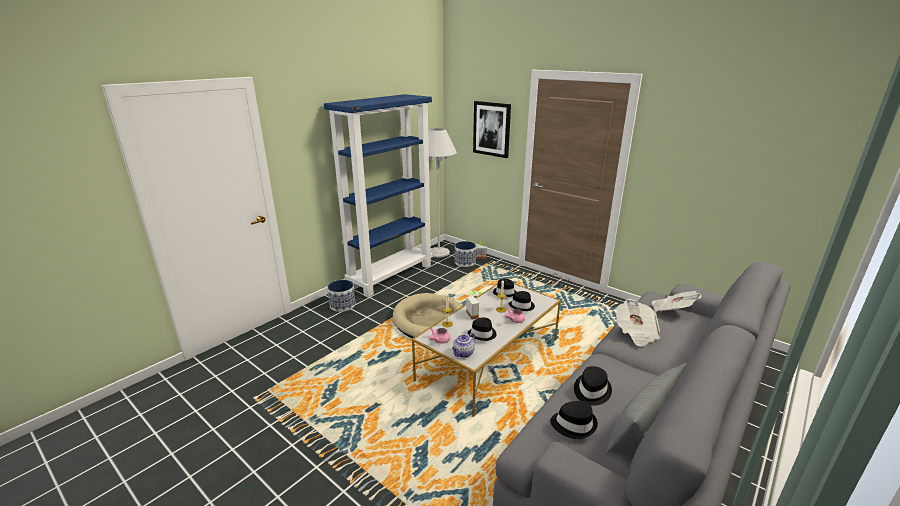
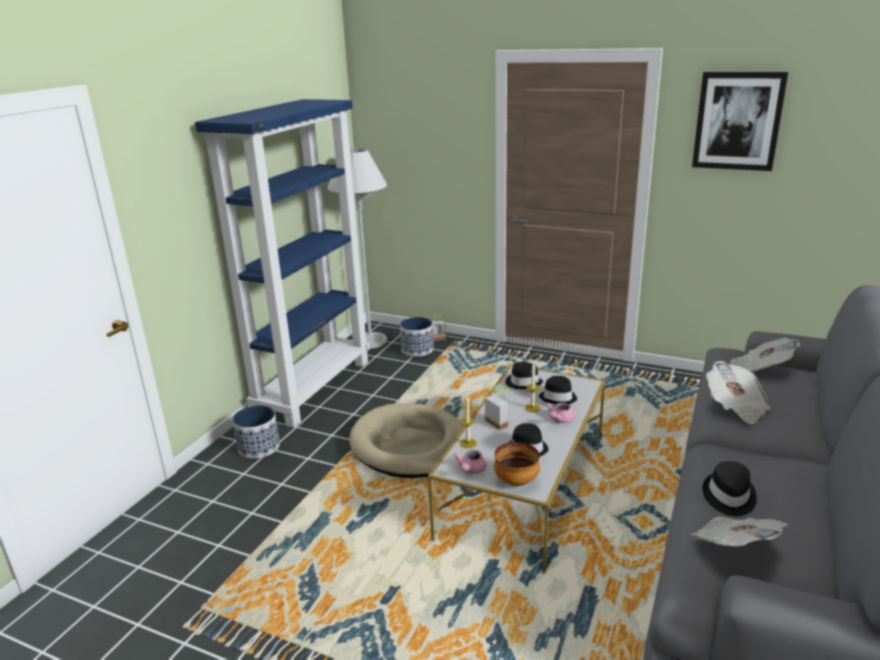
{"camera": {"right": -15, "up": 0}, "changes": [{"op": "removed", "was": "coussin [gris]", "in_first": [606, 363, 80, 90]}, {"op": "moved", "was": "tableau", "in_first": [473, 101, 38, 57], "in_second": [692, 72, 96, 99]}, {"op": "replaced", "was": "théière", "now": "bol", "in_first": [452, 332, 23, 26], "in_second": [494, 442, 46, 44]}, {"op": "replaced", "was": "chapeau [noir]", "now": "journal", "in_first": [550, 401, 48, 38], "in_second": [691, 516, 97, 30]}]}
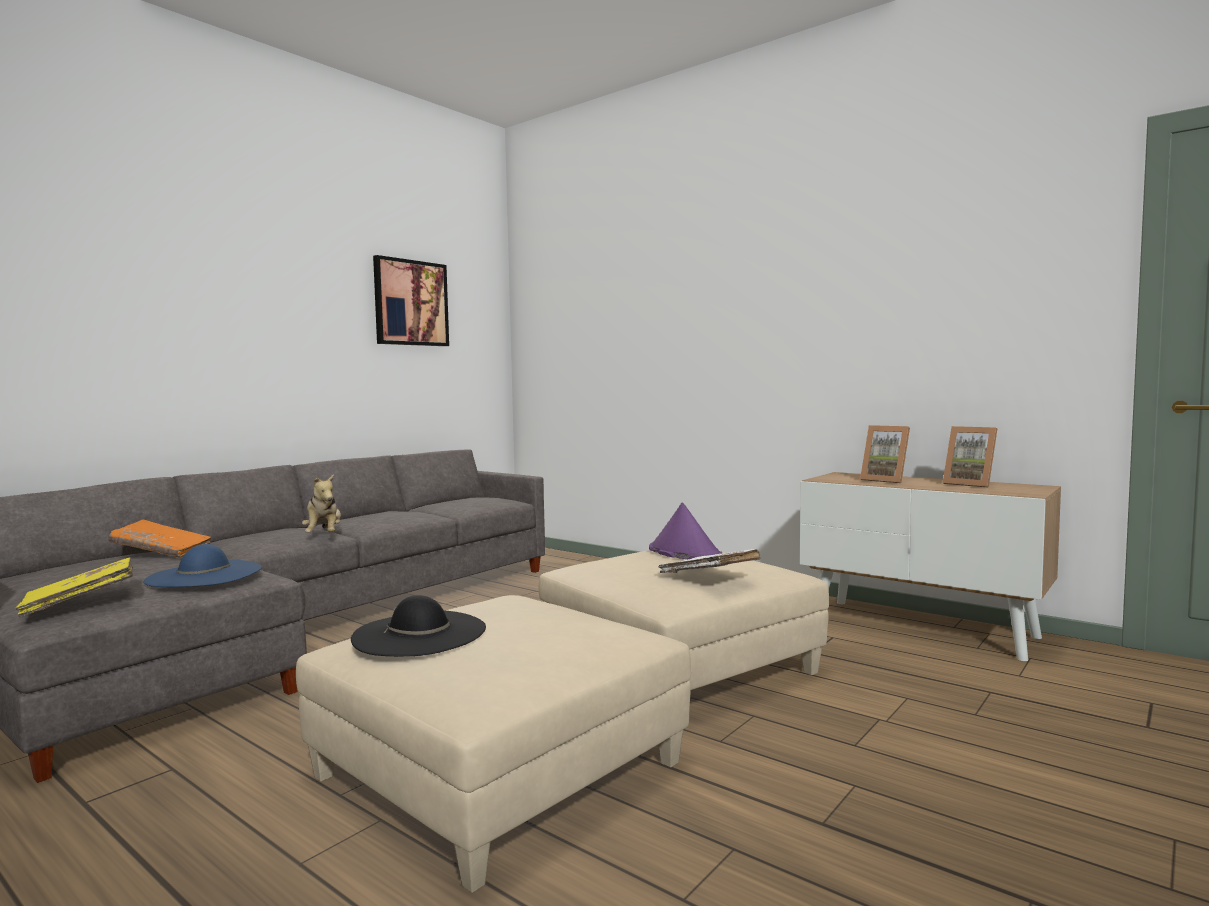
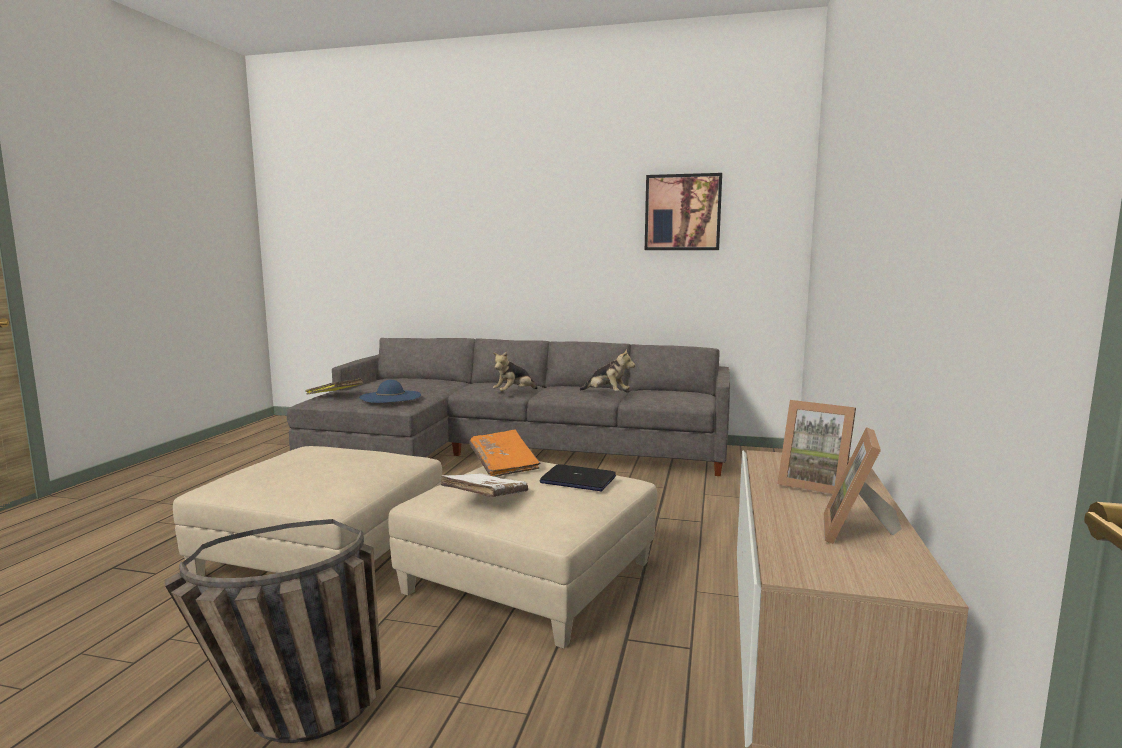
{"camera": {"right": 65, "up": 5}, "changes": [{"op": "removed", "was": "chapeau [noir]", "in_first": [351, 595, 135, 61]}, {"op": "added", "now": "panier", "in_second": [165, 519, 217, 224]}, {"op": "added", "now": "peluche", "in_second": [579, 349, 56, 42]}, {"op": "moved", "was": "livre [orange]", "in_first": [108, 520, 103, 38], "in_second": [469, 429, 71, 48]}, {"op": "replaced", "was": "chapeau [violet]", "now": "ordinateur portable", "in_first": [649, 502, 73, 57], "in_second": [540, 464, 76, 27]}, {"op": "turned", "was": "cadre photo", "in_first": [860, 425, 50, 58], "in_second": [777, 400, 79, 95], "clockwise": -75}]}
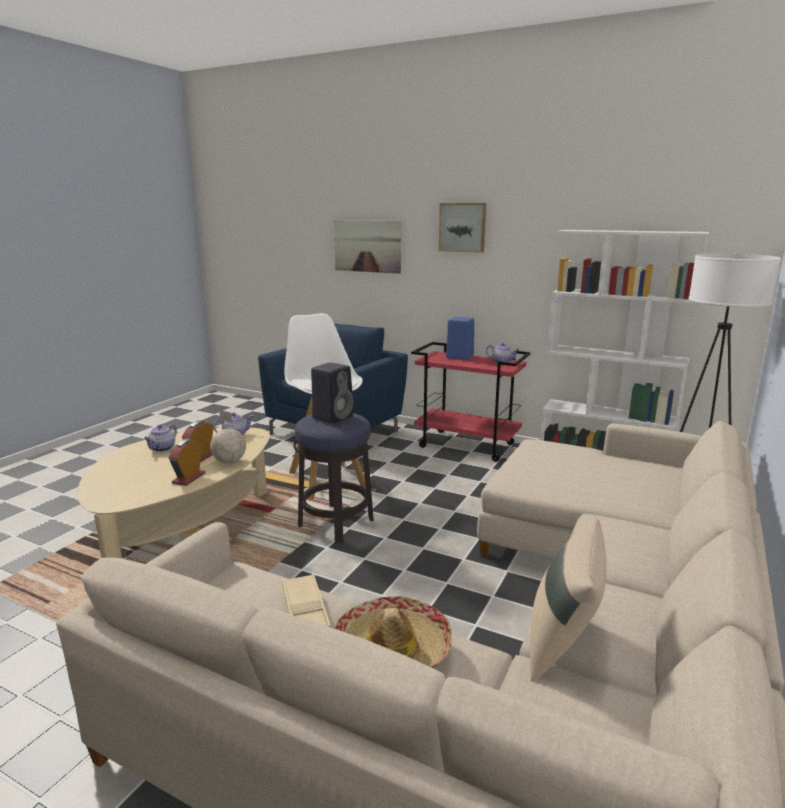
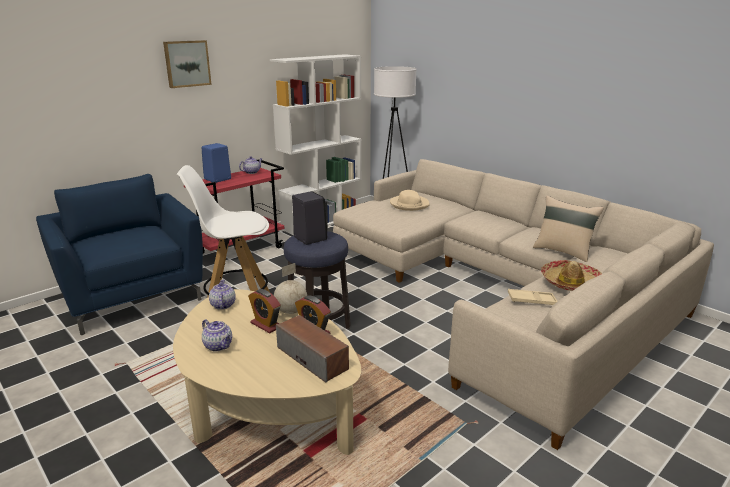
{"camera": {"right": -70, "up": 5}, "changes": [{"op": "removed", "was": "tableau", "in_first": [334, 220, 67, 54]}, {"op": "added", "now": "enceinte", "in_second": [276, 315, 73, 68]}, {"op": "added", "now": "chapeau [beige]", "in_second": [390, 190, 39, 21]}]}
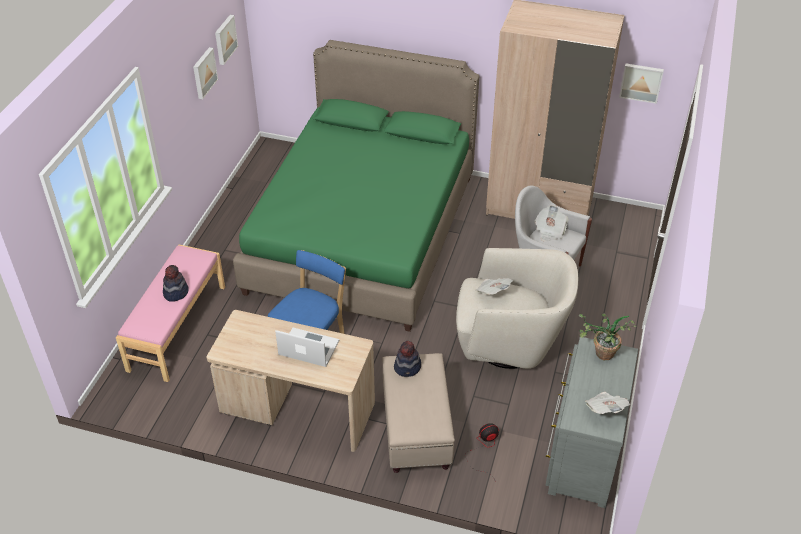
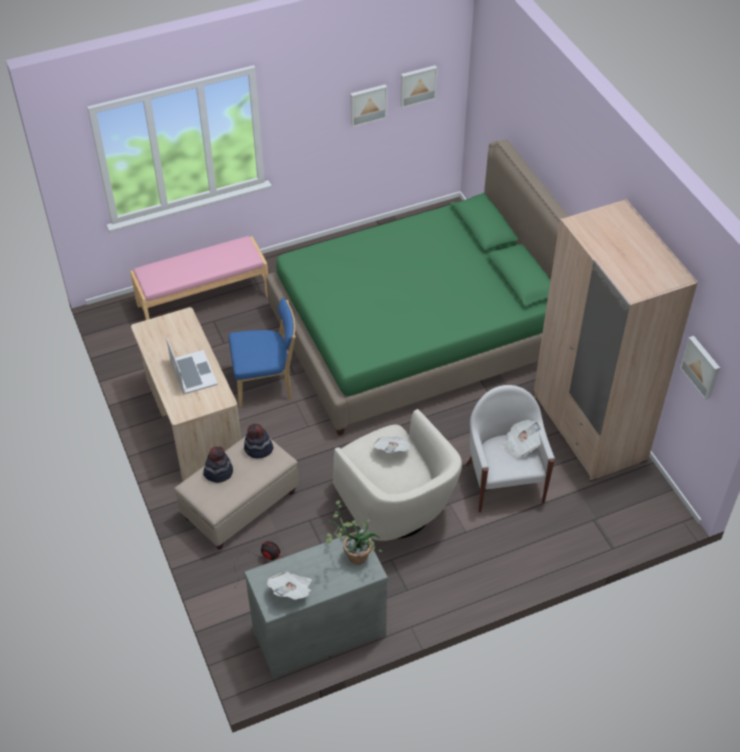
{"camera": {"right": 50, "up": 5}, "changes": [{"op": "moved", "was": "chapeau", "in_first": [163, 265, 26, 37], "in_second": [203, 446, 30, 37]}]}
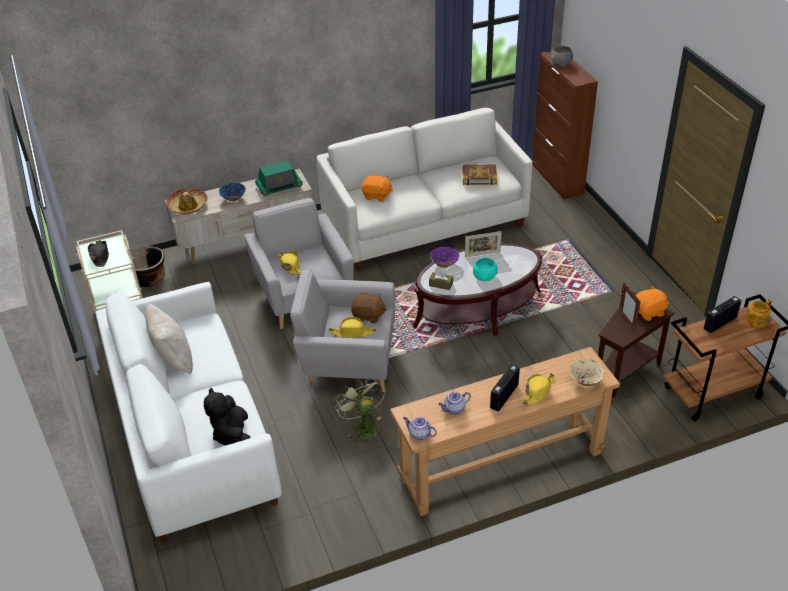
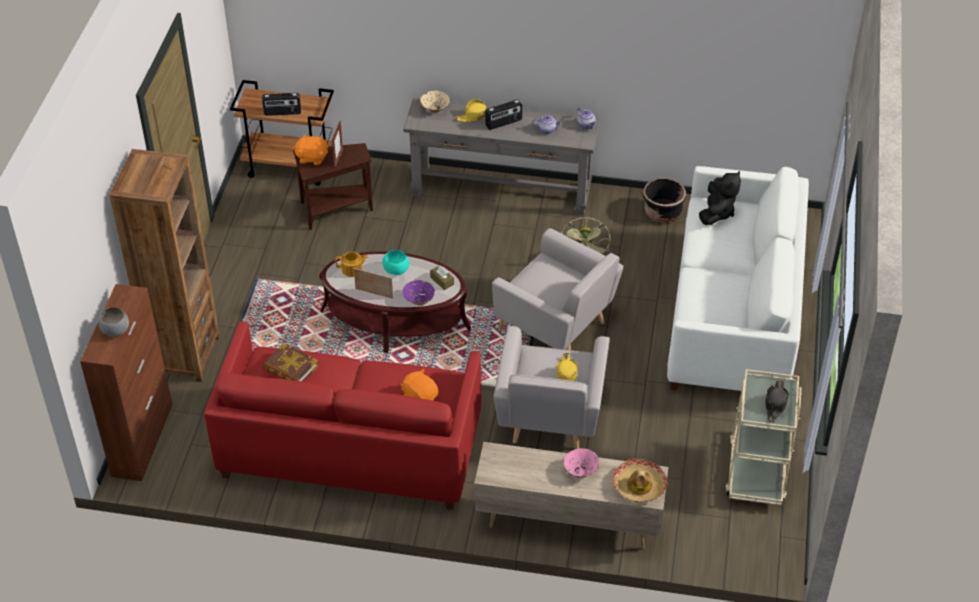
{"camera": {"right": -150, "up": 5}, "changes": [{"op": "removed", "was": "coussin [beige]", "in_first": [145, 304, 48, 70]}, {"op": "removed", "was": "radio", "in_first": [255, 160, 47, 36]}, {"op": "removed", "was": "chapeau [jaune]", "in_first": [329, 317, 47, 21]}, {"op": "removed", "was": "peluche [marron]", "in_first": [351, 293, 36, 30]}, {"op": "added", "now": "bibliothèque [marron]", "in_second": [109, 149, 111, 233]}, {"op": "moved", "was": "cache-pot [noir]", "in_first": [131, 246, 34, 41], "in_second": [642, 178, 44, 44]}, {"op": "moved", "was": "théière", "in_first": [746, 299, 26, 28], "in_second": [335, 252, 33, 25]}, {"op": "recoloured", "was": "bol [bleu]", "now": "bol [rose]", "in_first": [219, 182, 27, 19], "in_second": [564, 448, 36, 30]}, {"op": "recoloured", "was": "canapé [blanc]", "now": "canapé [rouge]", "in_first": [317, 108, 215, 163], "in_second": [204, 321, 277, 189]}, {"op": "recoloured", "was": "table console [marron]", "now": "table console [gris]", "in_first": [390, 347, 230, 169], "in_second": [403, 98, 197, 118]}]}
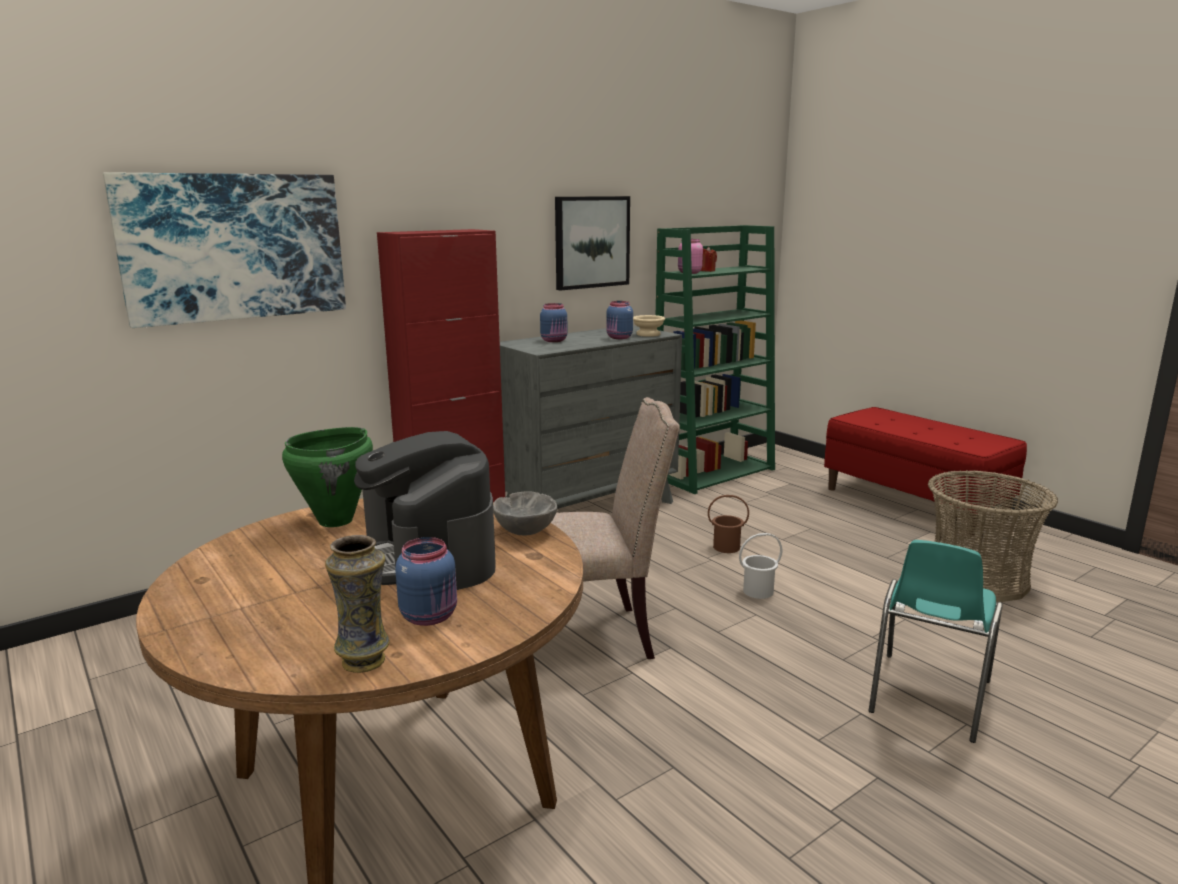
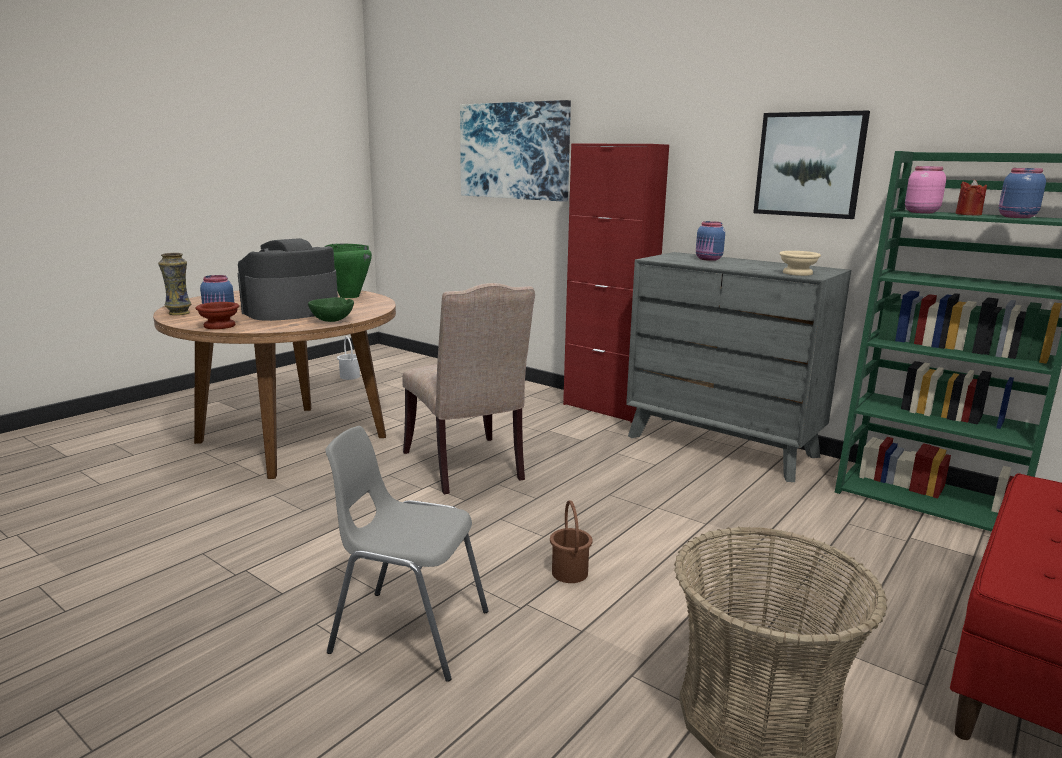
{"camera": {"right": 75, "up": 0}, "changes": [{"op": "added", "now": "bol [marron]", "in_second": [196, 302, 43, 27]}, {"op": "moved", "was": "bocal [bleu]", "in_first": [606, 301, 27, 38], "in_second": [999, 168, 47, 50]}, {"op": "moved", "was": "seau [marron]", "in_first": [708, 495, 41, 58], "in_second": [550, 500, 43, 83]}, {"op": "moved", "was": "seau [blanc]", "in_first": [739, 533, 43, 66], "in_second": [337, 336, 23, 44]}, {"op": "recoloured", "was": "bol [gris]", "now": "bol [vert]", "in_first": [493, 491, 64, 44], "in_second": [308, 297, 46, 25]}, {"op": "recoloured", "was": "chaise [turquoise]", "now": "chaise [gris]", "in_first": [869, 540, 134, 203], "in_second": [326, 426, 163, 256]}]}
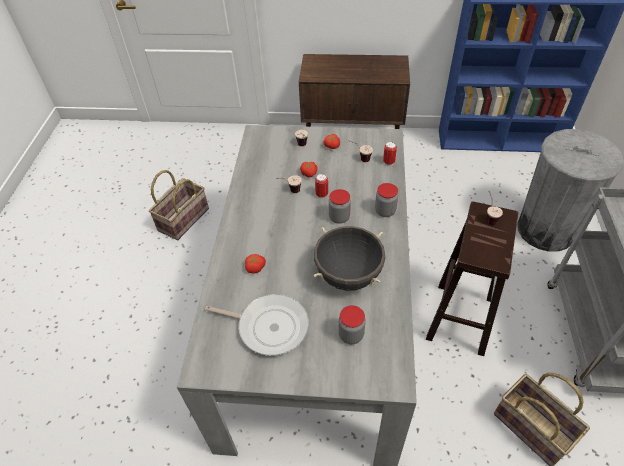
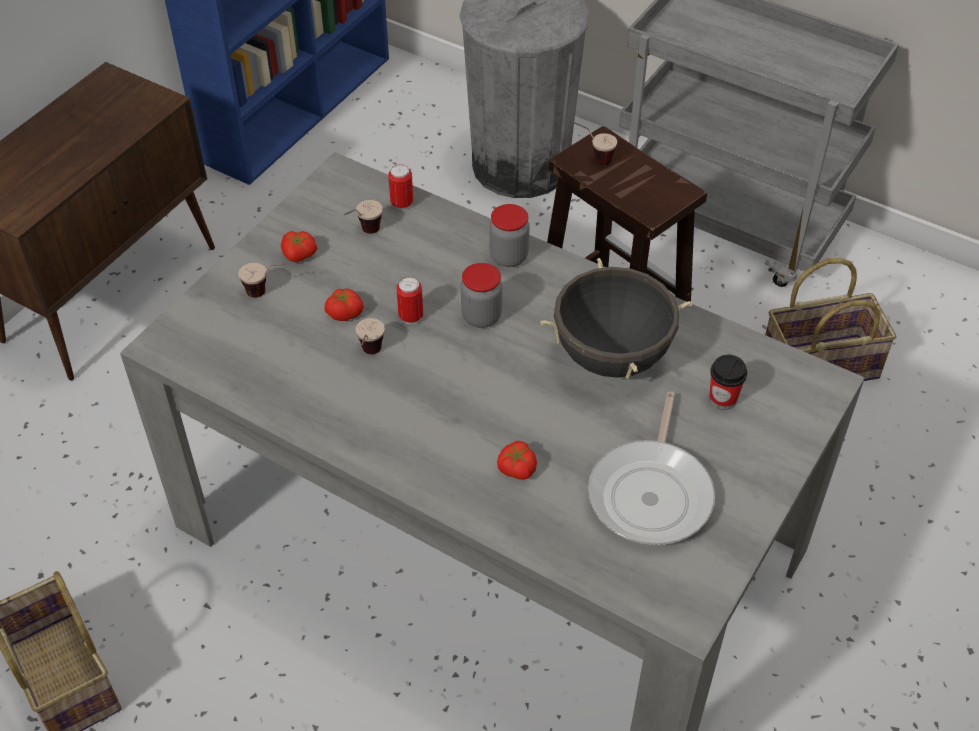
{"camera": {"right": -65, "up": 0}, "changes": [{"op": "replaced", "was": "bocal", "now": "tasse", "in_first": [339, 305, 26, 39], "in_second": [709, 355, 38, 55]}, {"op": "turned", "was": "poêle", "in_first": [205, 294, 104, 62], "in_second": [588, 391, 127, 154], "clockwise": 150}]}
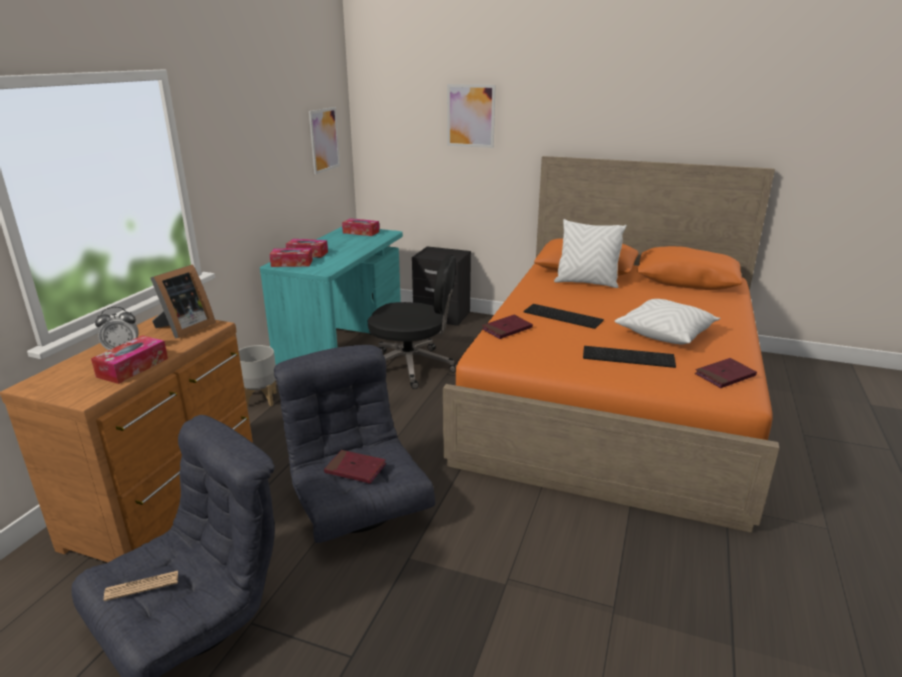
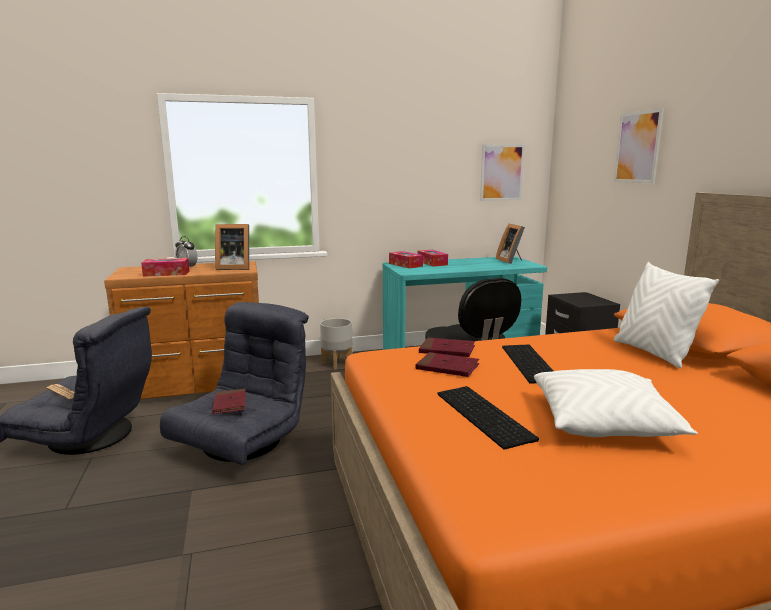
{"camera": {"right": 55, "up": -10}, "changes": [{"op": "moved", "was": "livre [rouge]", "in_first": [695, 358, 62, 30], "in_second": [415, 352, 64, 25]}, {"op": "replaced", "was": "boîte à mouchoirs", "now": "cadre photo", "in_first": [342, 218, 37, 18], "in_second": [496, 224, 29, 40]}]}
